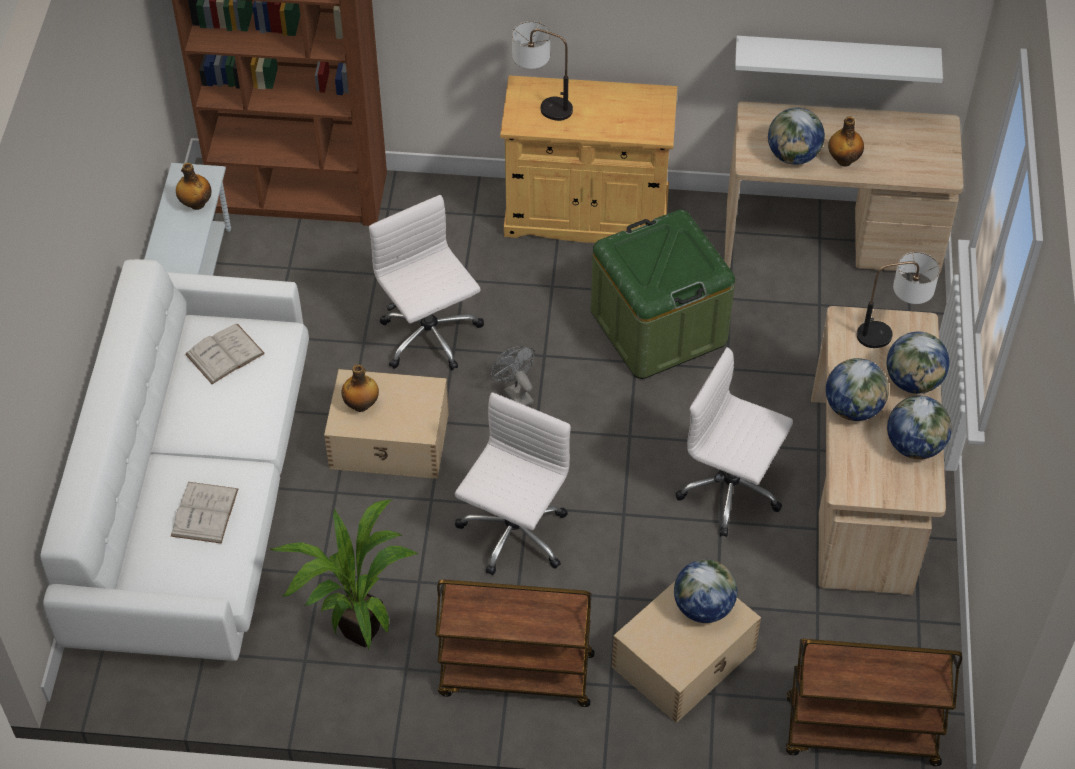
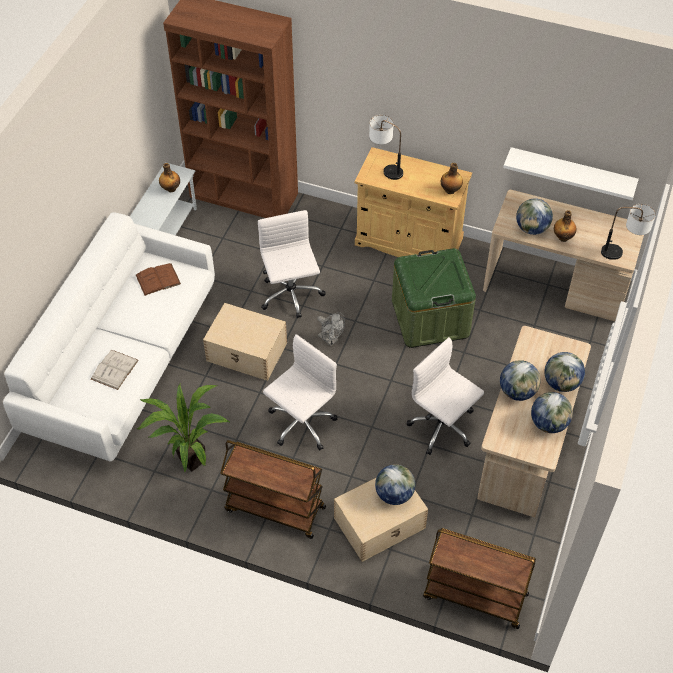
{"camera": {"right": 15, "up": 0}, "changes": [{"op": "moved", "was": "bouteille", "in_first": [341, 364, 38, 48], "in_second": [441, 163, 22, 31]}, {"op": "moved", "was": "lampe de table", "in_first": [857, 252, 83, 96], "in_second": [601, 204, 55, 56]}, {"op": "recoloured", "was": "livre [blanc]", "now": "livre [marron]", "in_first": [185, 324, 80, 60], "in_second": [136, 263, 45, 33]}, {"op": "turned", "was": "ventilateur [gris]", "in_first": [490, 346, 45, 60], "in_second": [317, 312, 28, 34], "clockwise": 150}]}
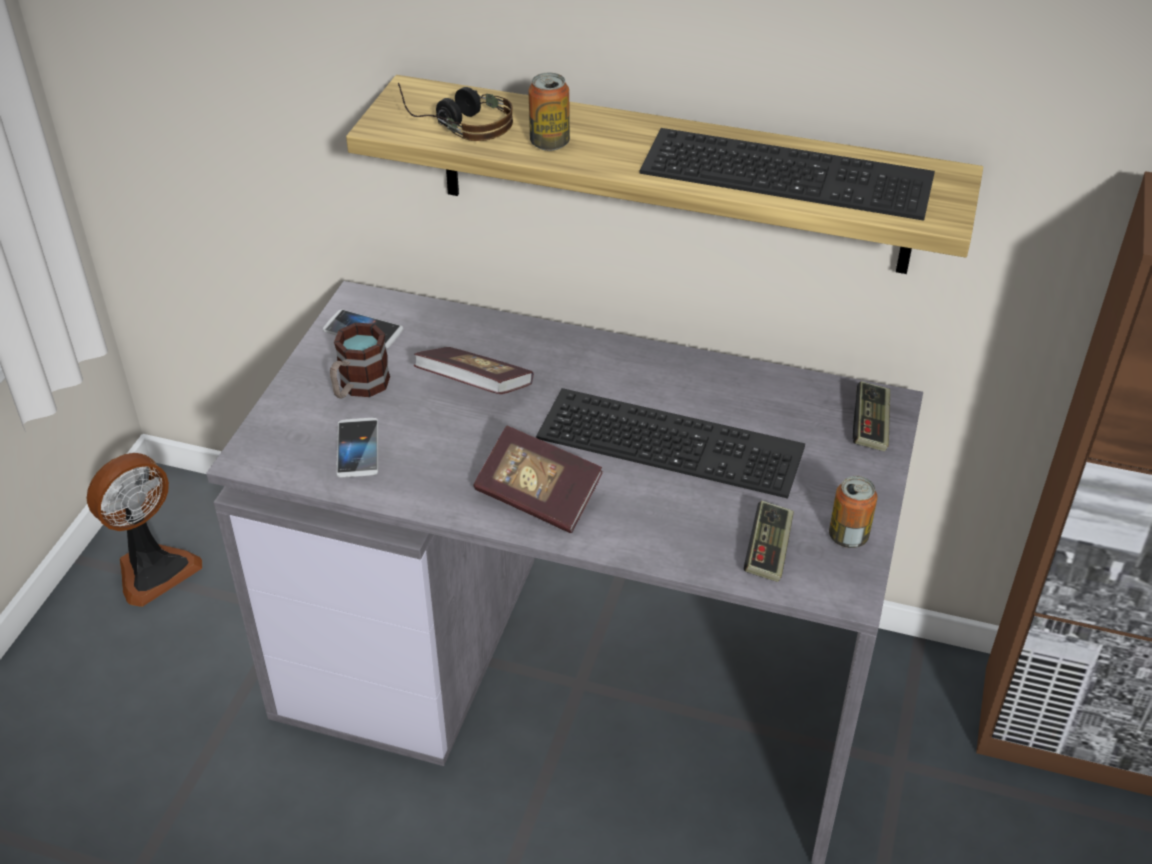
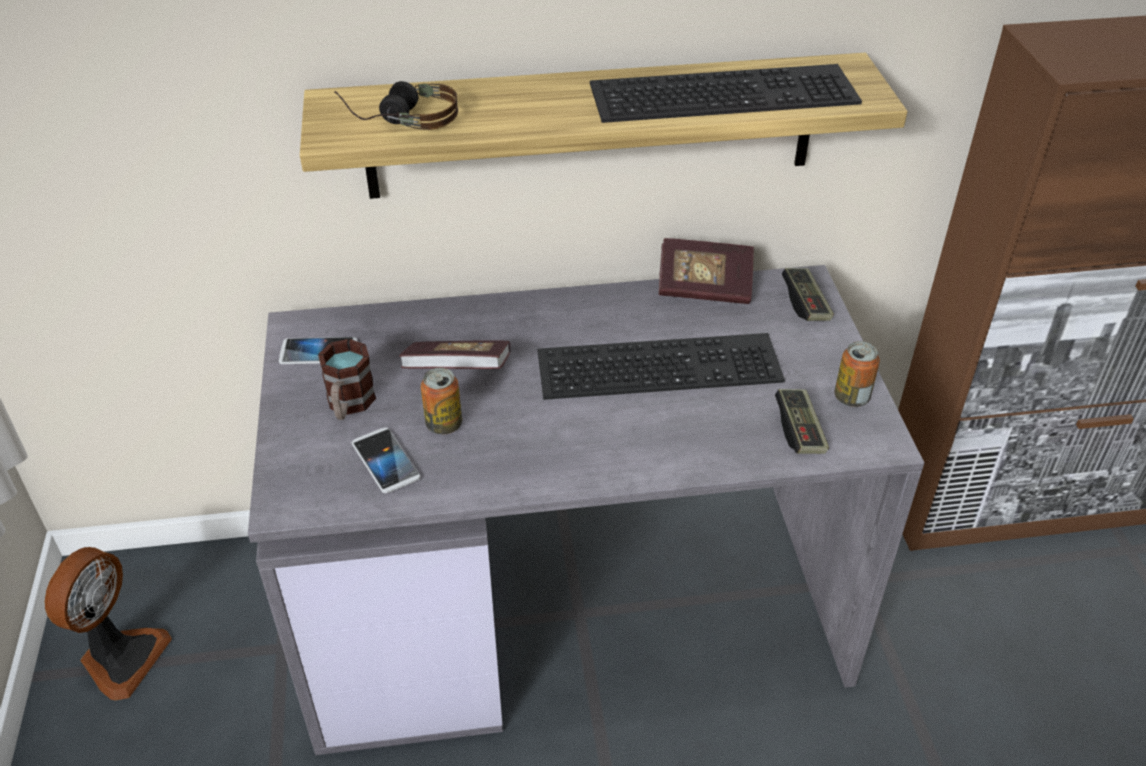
{"camera": {"right": -25, "up": 0}, "changes": [{"op": "moved", "was": "livre", "in_first": [473, 426, 130, 107], "in_second": [659, 238, 95, 66]}, {"op": "moved", "was": "boîte métallique", "in_first": [528, 72, 42, 79], "in_second": [421, 368, 41, 67]}]}
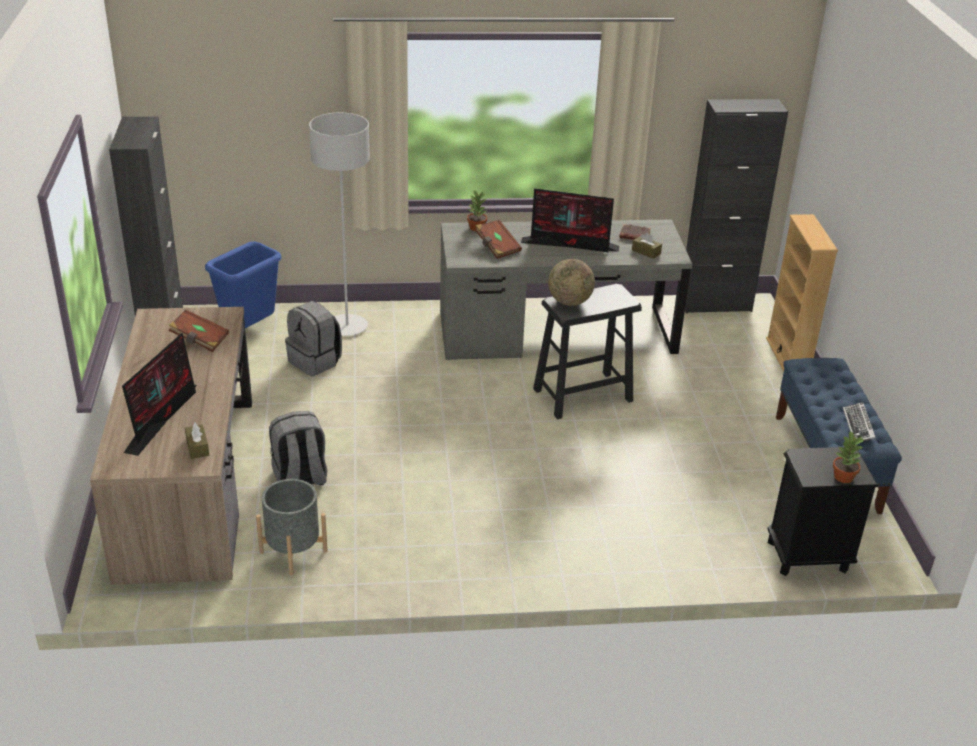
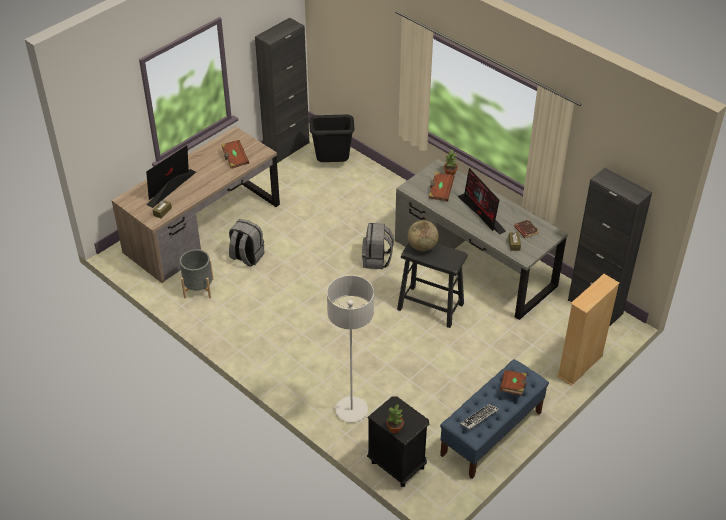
{"camera": {"right": 50, "up": 10}, "changes": [{"op": "added", "now": "livre [marron]", "in_second": [500, 370, 27, 25]}, {"op": "moved", "was": "sac à dos [gris]", "in_first": [285, 301, 57, 75], "in_second": [362, 223, 32, 46]}, {"op": "moved", "was": "lampadaire [gris]", "in_first": [309, 112, 61, 224], "in_second": [327, 275, 47, 147]}, {"op": "recoloured", "was": "poubelle [bleu]", "now": "poubelle [noir]", "in_first": [205, 241, 76, 87], "in_second": [310, 115, 44, 47]}, {"op": "turned", "was": "écran d'ordinateur", "in_first": [122, 333, 75, 123], "in_second": [146, 145, 50, 63], "clockwise": 150}]}
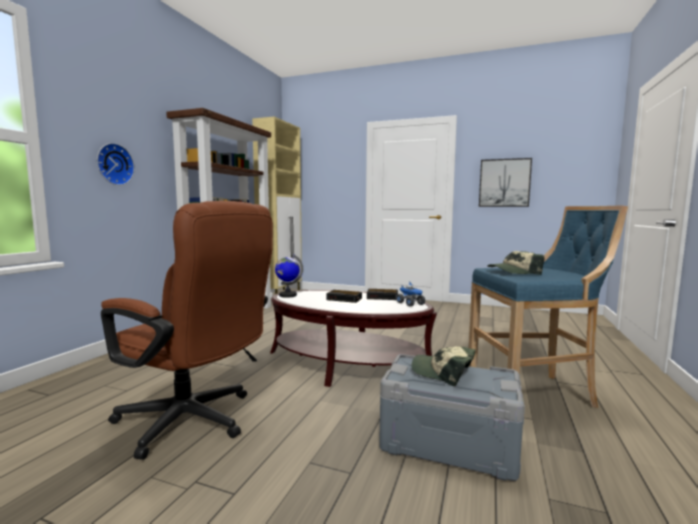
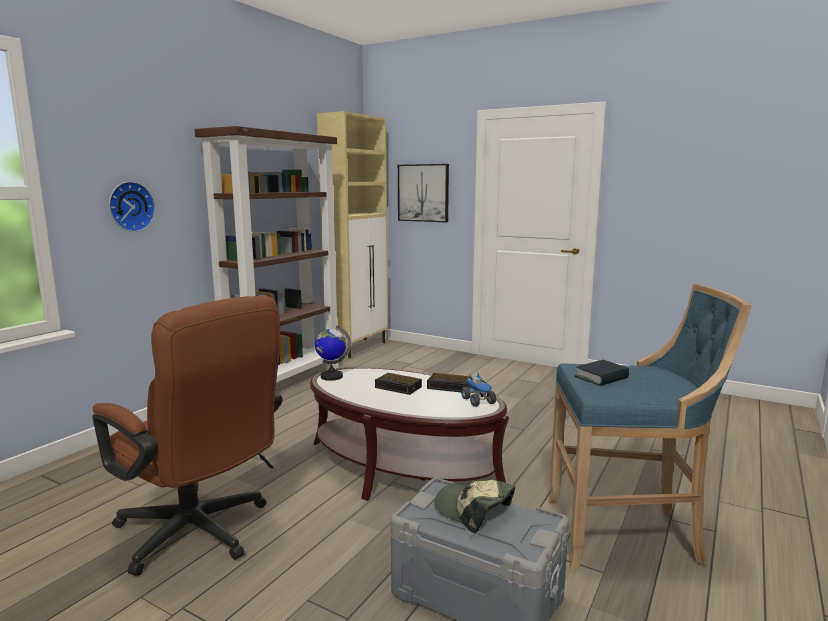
{"camera": {"right": 10, "up": 5}, "changes": [{"op": "moved", "was": "tableau", "in_first": [479, 158, 53, 49], "in_second": [398, 164, 51, 58]}, {"op": "replaced", "was": "casquette", "now": "livre", "in_first": [487, 251, 57, 24], "in_second": [575, 360, 54, 26]}]}
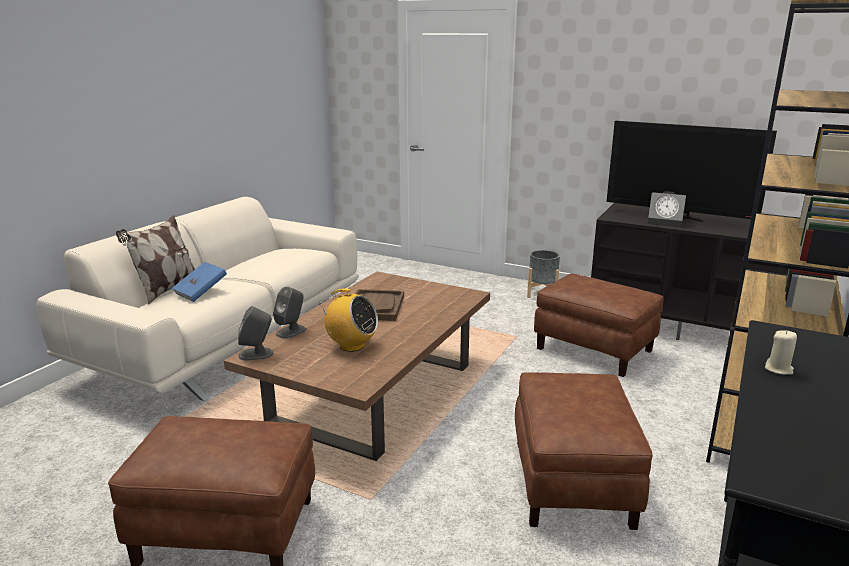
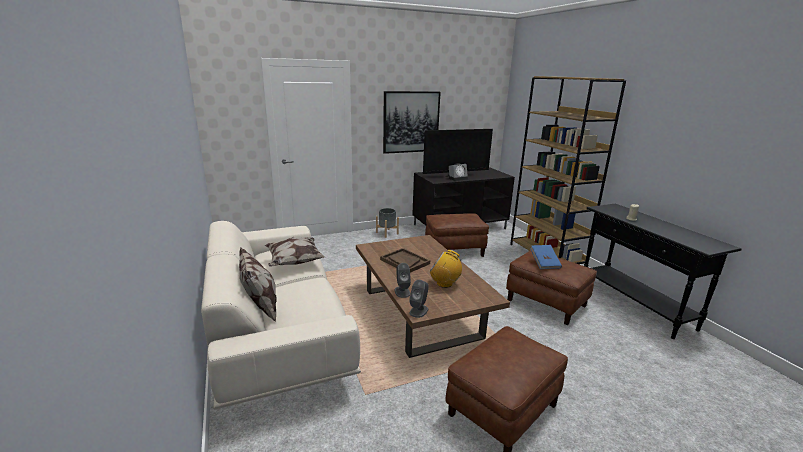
{"camera": {"right": -50, "up": 0}, "changes": [{"op": "added", "now": "coussin", "in_second": [265, 237, 60, 30]}, {"op": "added", "now": "tableau", "in_second": [383, 91, 58, 63]}, {"op": "moved", "was": "livre [bleu]", "in_first": [172, 262, 55, 40], "in_second": [530, 245, 32, 24]}, {"op": "turned", "was": "radio", "in_first": [318, 288, 60, 64], "in_second": [429, 250, 35, 38], "clockwise": -135}]}
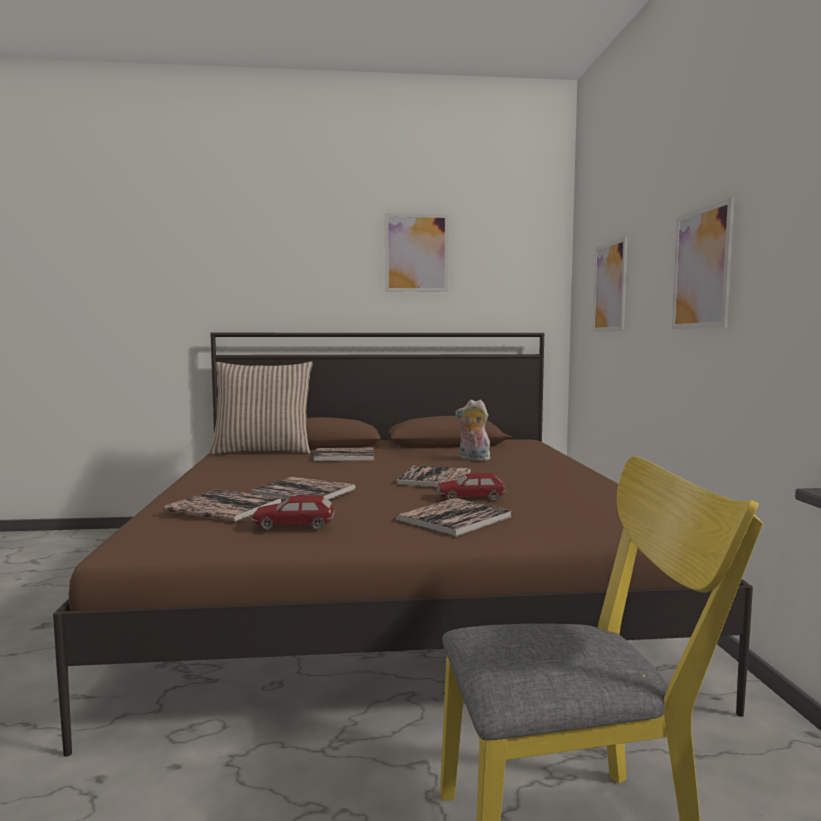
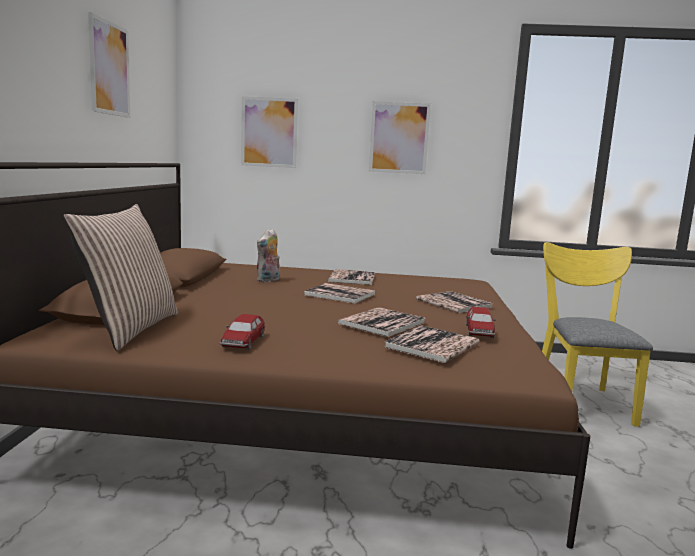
{"camera": {"right": -80, "up": 5}, "changes": [{"op": "moved", "was": "livre", "in_first": [313, 447, 61, 14], "in_second": [328, 269, 47, 16]}, {"op": "moved", "was": "petite voiture", "in_first": [437, 473, 69, 28], "in_second": [219, 312, 46, 38]}]}
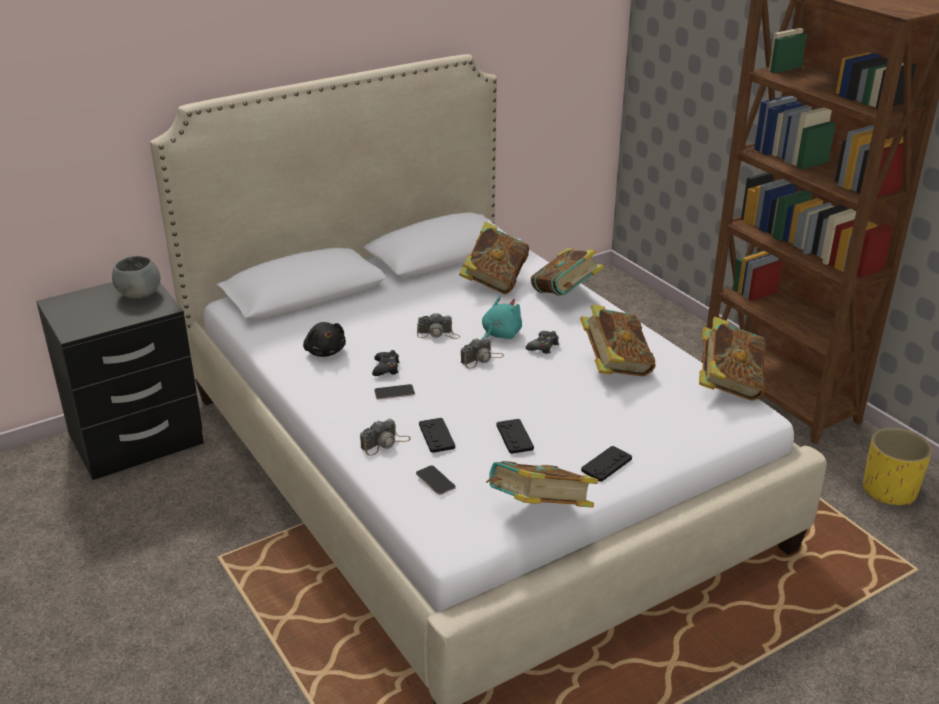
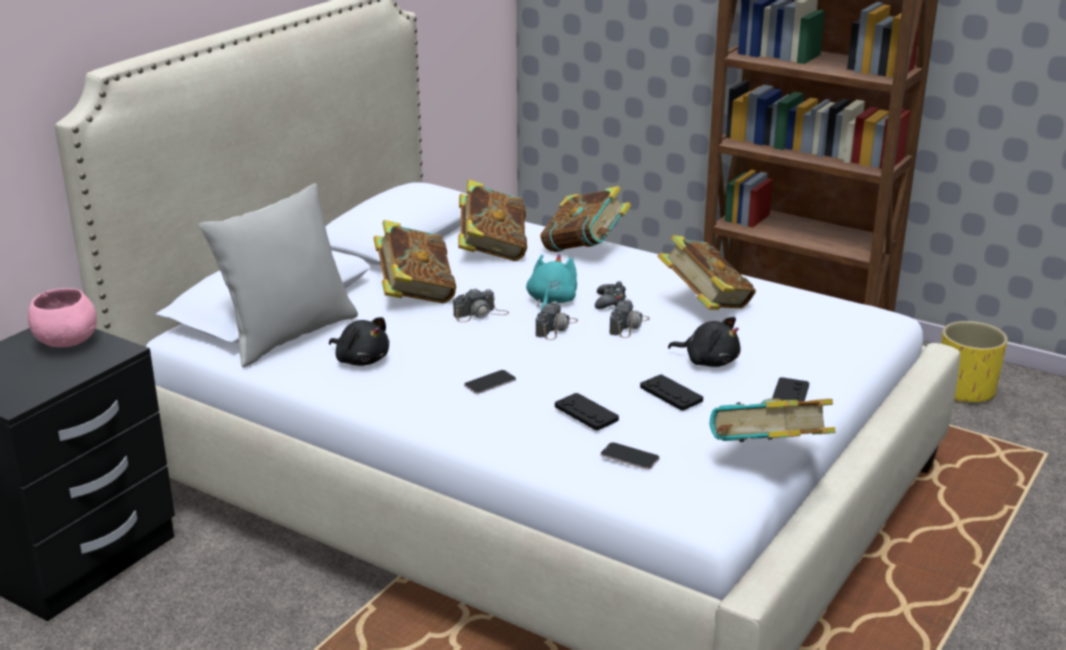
{"camera": {"right": -25, "up": -5}, "changes": [{"op": "removed", "was": "manette [noir]", "in_first": [372, 350, 28, 26]}, {"op": "added", "now": "coussin [gris]", "in_second": [199, 184, 159, 183]}, {"op": "added", "now": "peluche [noir]", "in_second": [668, 317, 73, 50]}, {"op": "moved", "was": "appareil photo", "in_first": [360, 419, 51, 37], "in_second": [609, 299, 41, 39]}, {"op": "moved", "was": "livre", "in_first": [699, 317, 67, 83], "in_second": [373, 220, 83, 83]}, {"op": "recoloured", "was": "bol [gris]", "now": "bol [rose]", "in_first": [112, 256, 48, 42], "in_second": [28, 288, 69, 59]}]}
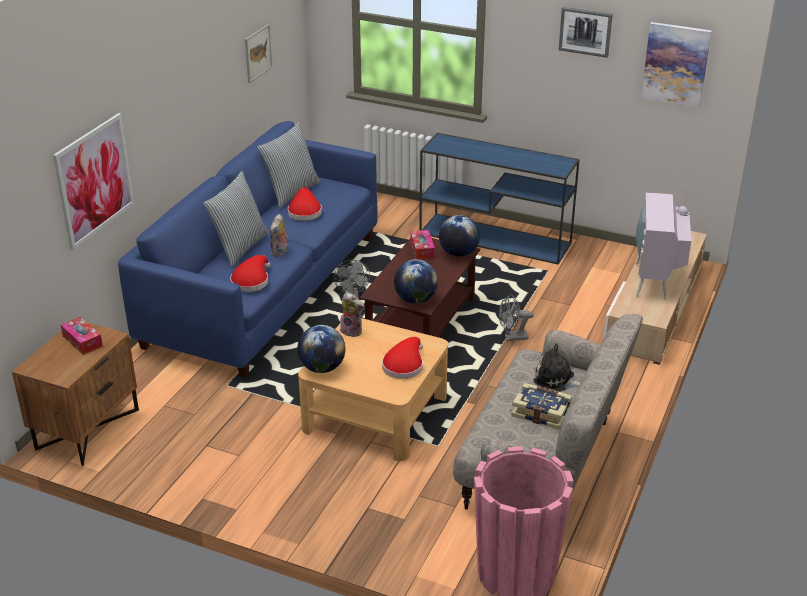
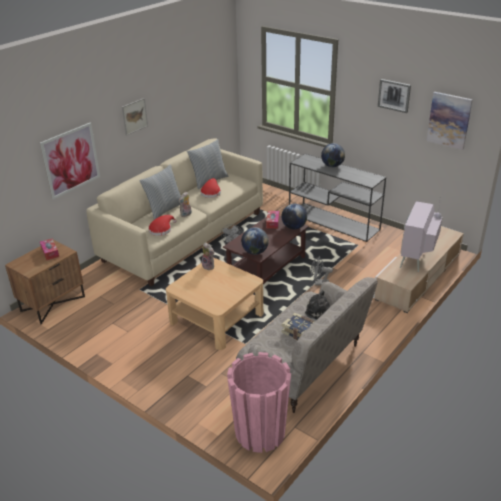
{"camera": {"right": 15, "up": 0}, "changes": [{"op": "removed", "was": "chapeau [rouge]", "in_first": [382, 337, 41, 42]}, {"op": "moved", "was": "tableau", "in_first": [245, 24, 27, 59], "in_second": [122, 98, 26, 38]}, {"op": "moved", "was": "globe", "in_first": [297, 325, 49, 48], "in_second": [321, 143, 24, 24]}, {"op": "recoloured", "was": "canapé [bleu]", "now": "canapé [beige]", "in_first": [118, 121, 260, 257], "in_second": [86, 138, 177, 148]}, {"op": "recoloured", "was": "table console [bleu]", "now": "table console [gris]", "in_first": [420, 133, 160, 132], "in_second": [289, 153, 97, 89]}]}
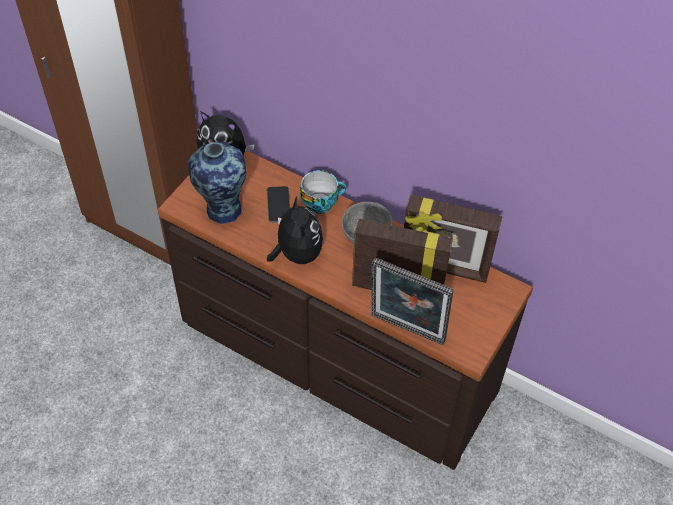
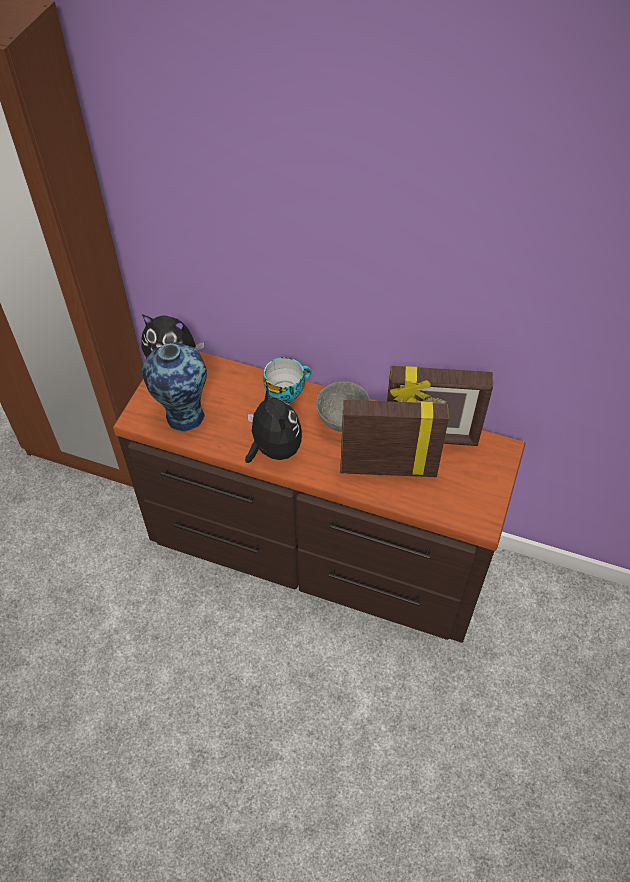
{"camera": {"right": -10, "up": 0}, "changes": [{"op": "removed", "was": "téléphone", "in_first": [267, 186, 23, 37]}, {"op": "removed", "was": "cadre photo", "in_first": [371, 258, 83, 87]}]}
